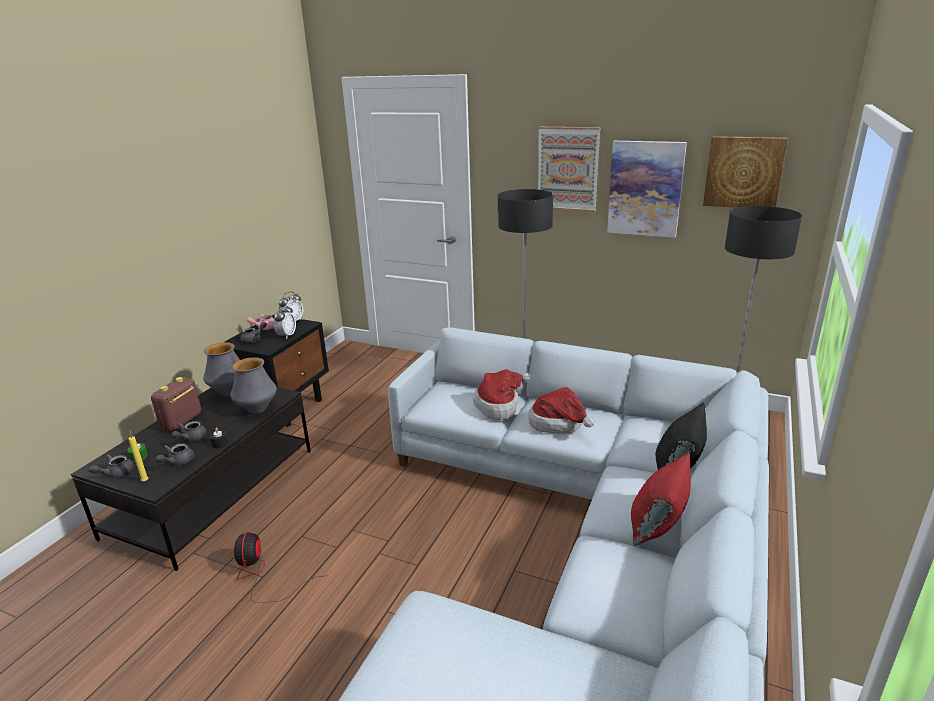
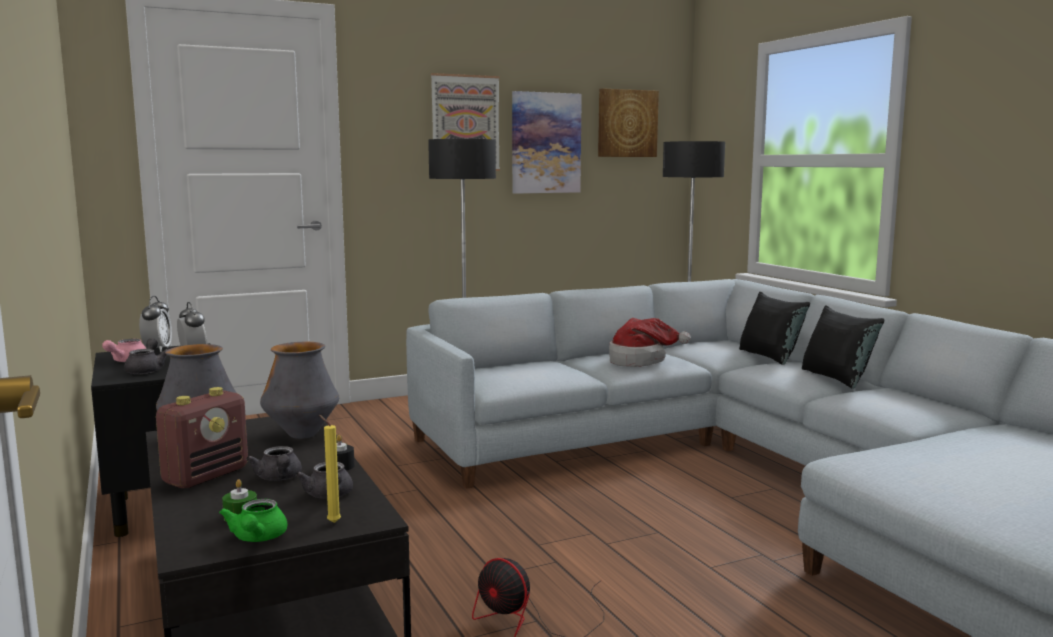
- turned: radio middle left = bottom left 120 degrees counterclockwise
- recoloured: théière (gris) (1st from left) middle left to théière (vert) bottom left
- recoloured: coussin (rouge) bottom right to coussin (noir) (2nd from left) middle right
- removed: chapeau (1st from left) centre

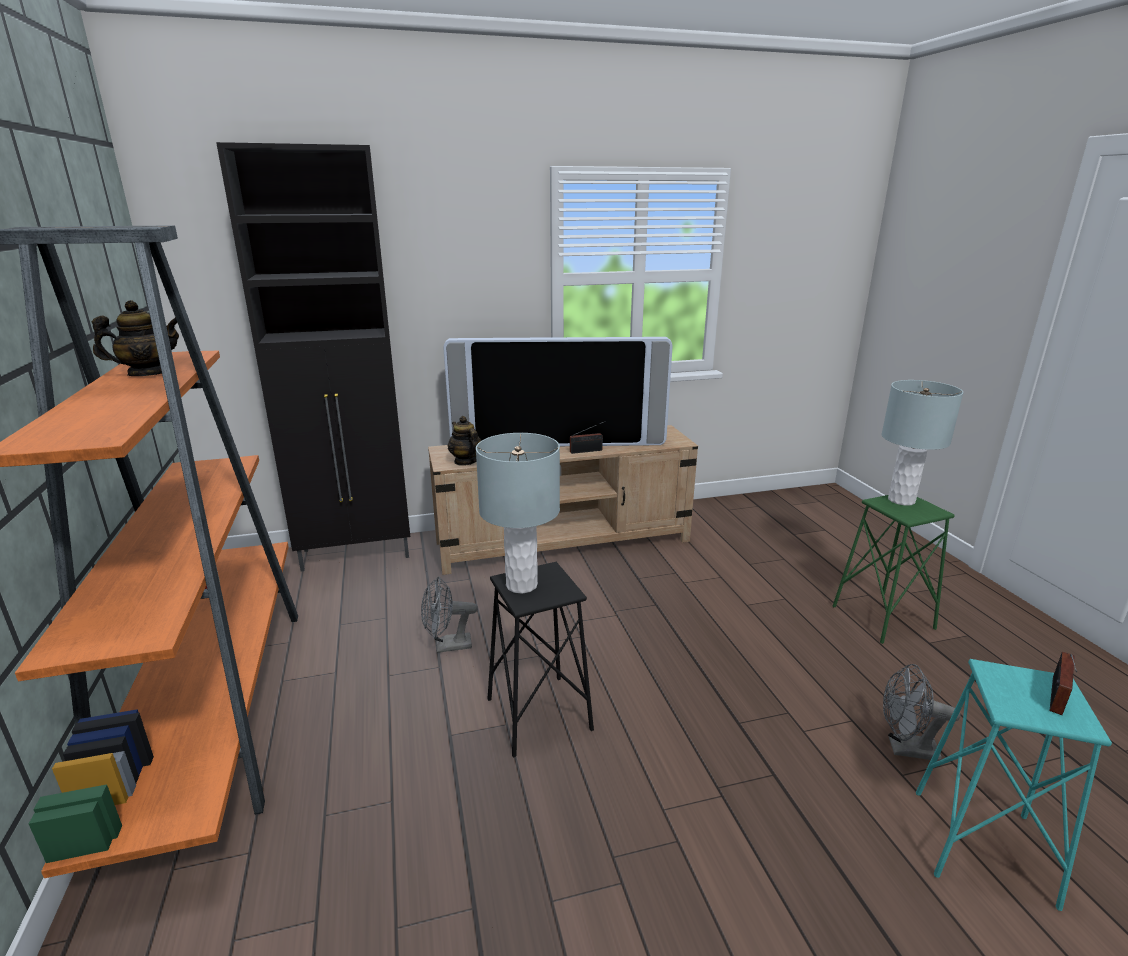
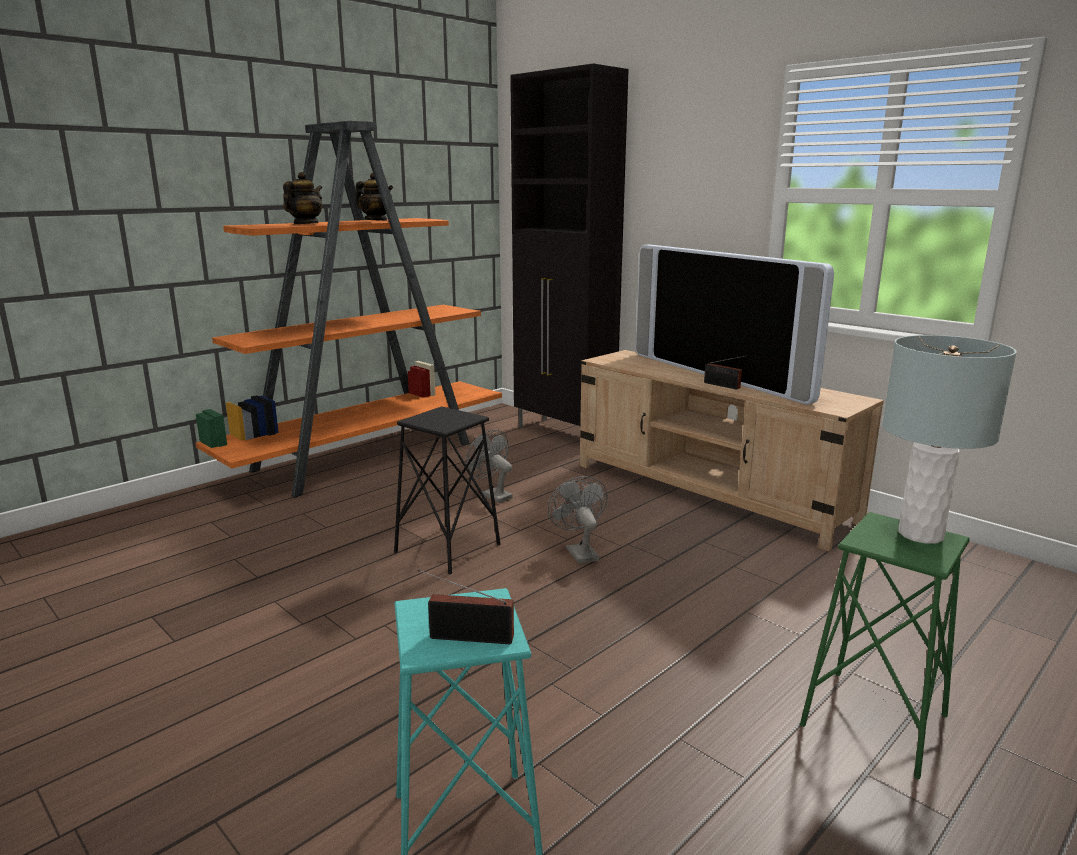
- moved: théière (2nd from left in the first image) centre to théière (1st from left) top left
- moved: ventilateur (gris) (2nd from left) bottom right to centre
- removed: lampe de table (gris) (1st from left) centre

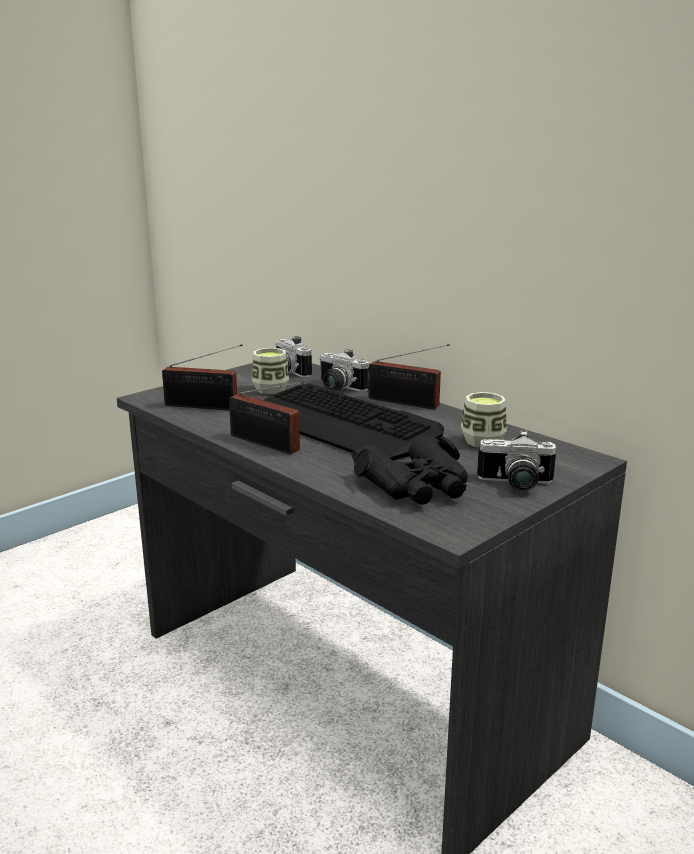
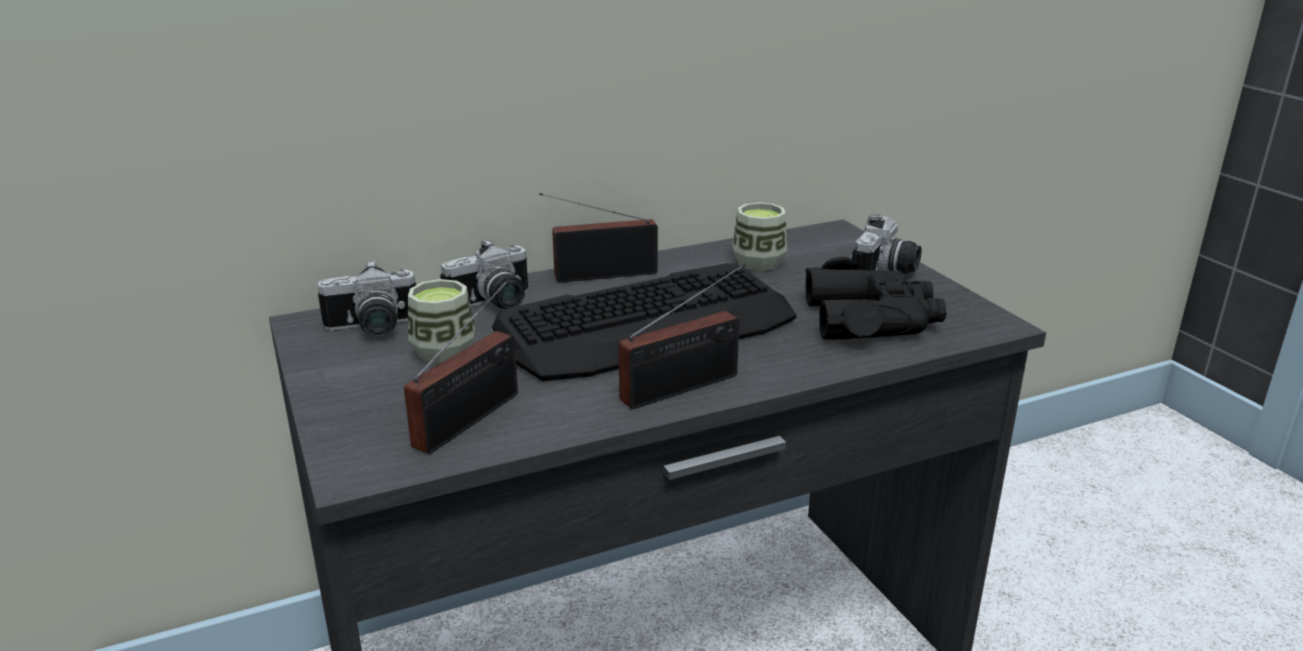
- turned: radio (3rd from left in the first image) centre = centre 150 degrees counterclockwise

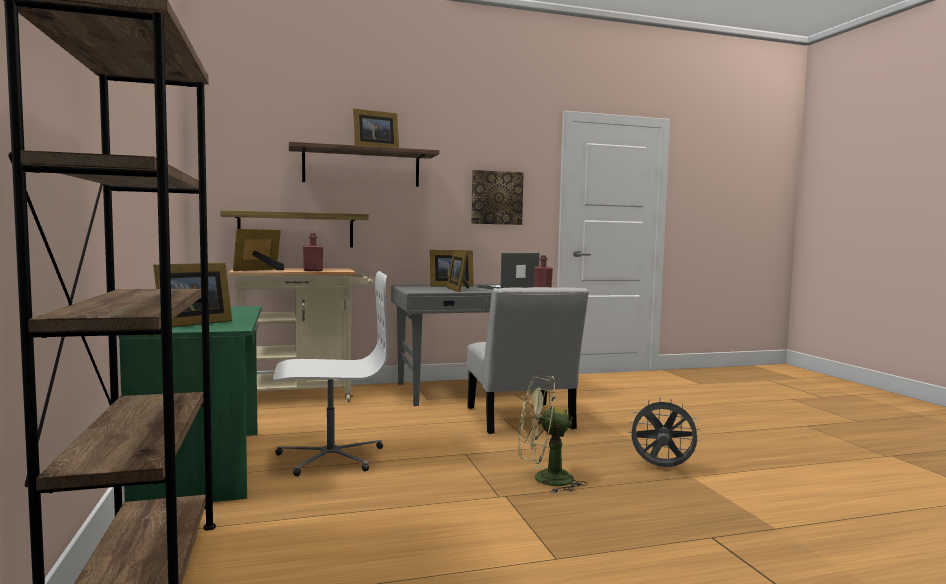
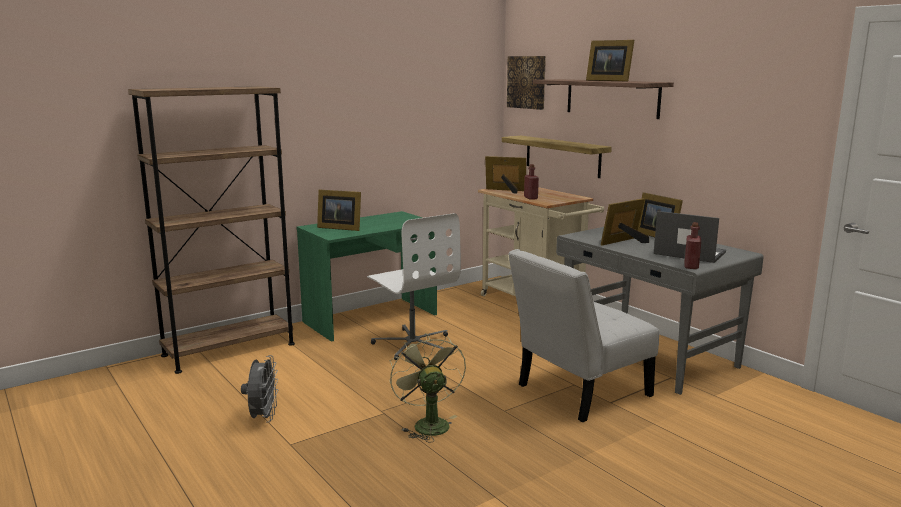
- moved: ventilateur (gris) bottom right to bottom left
- moved: tableau centre to top centre

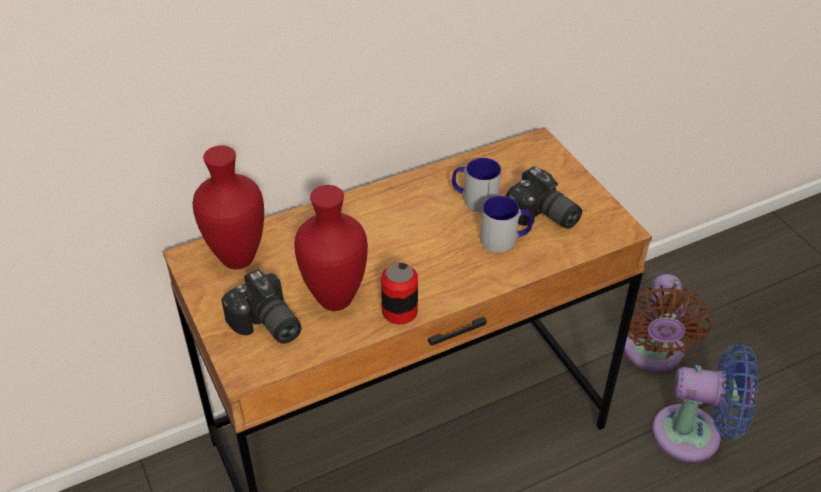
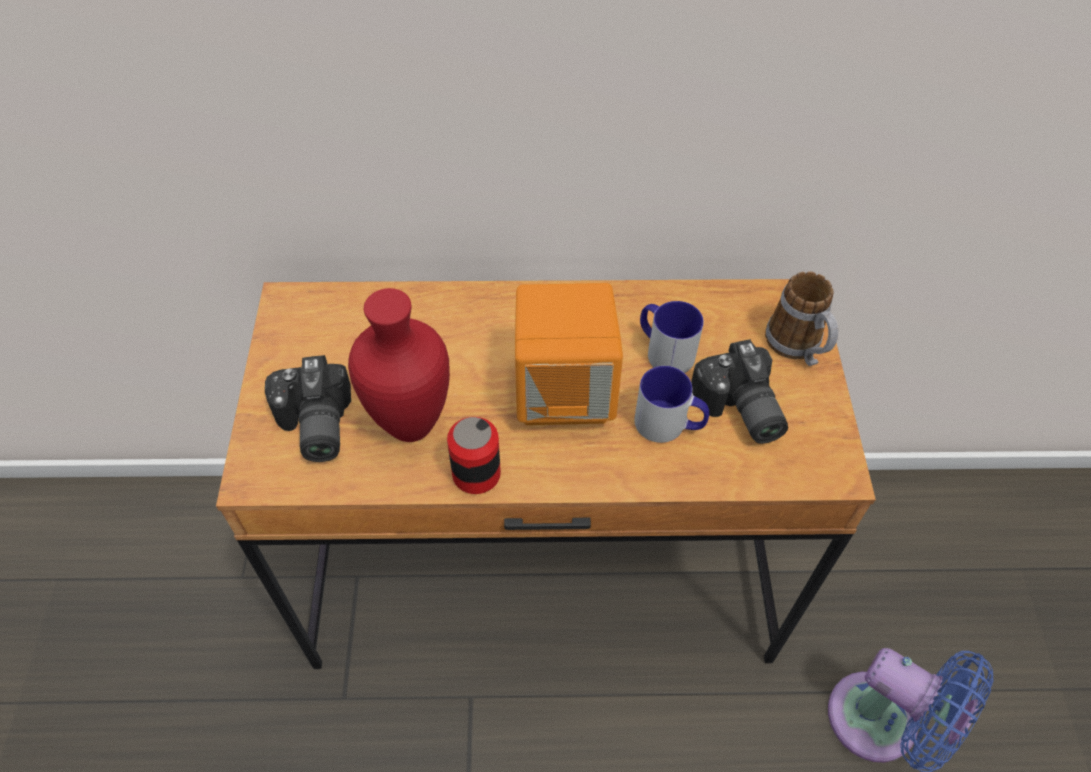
- added: enceinte (orange) centre
- added: mug (3rd from left) middle right
- removed: vase (rouge) (1st from left) middle left
- removed: ventilateur (marron) middle right

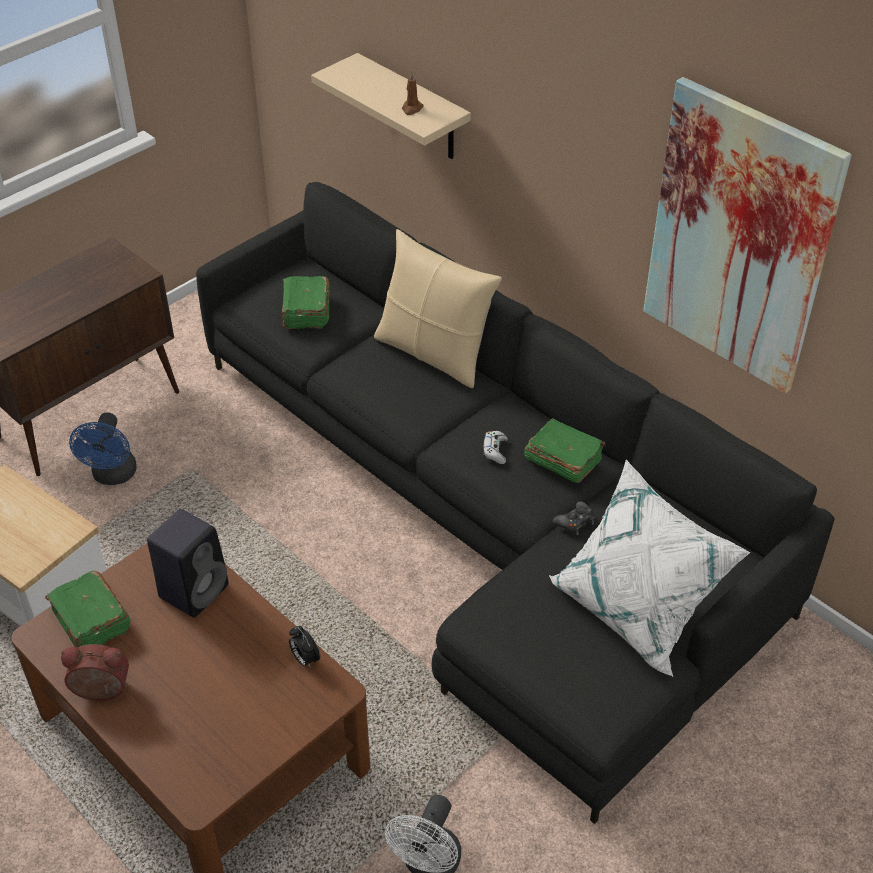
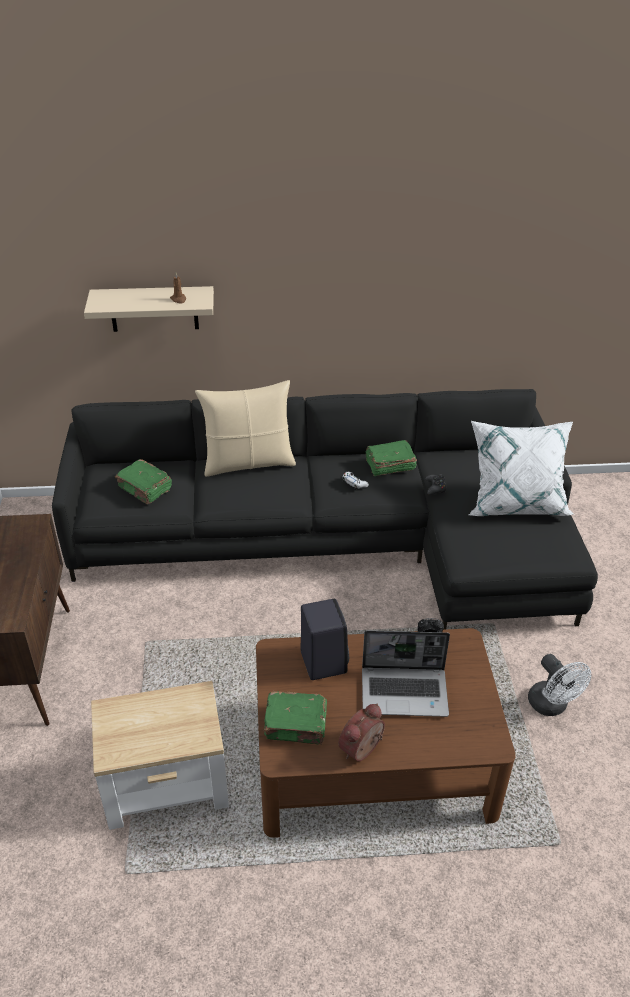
- added: ordinateur portable bottom centre
- removed: ventilateur (bleu) middle left
- removed: tableau top right

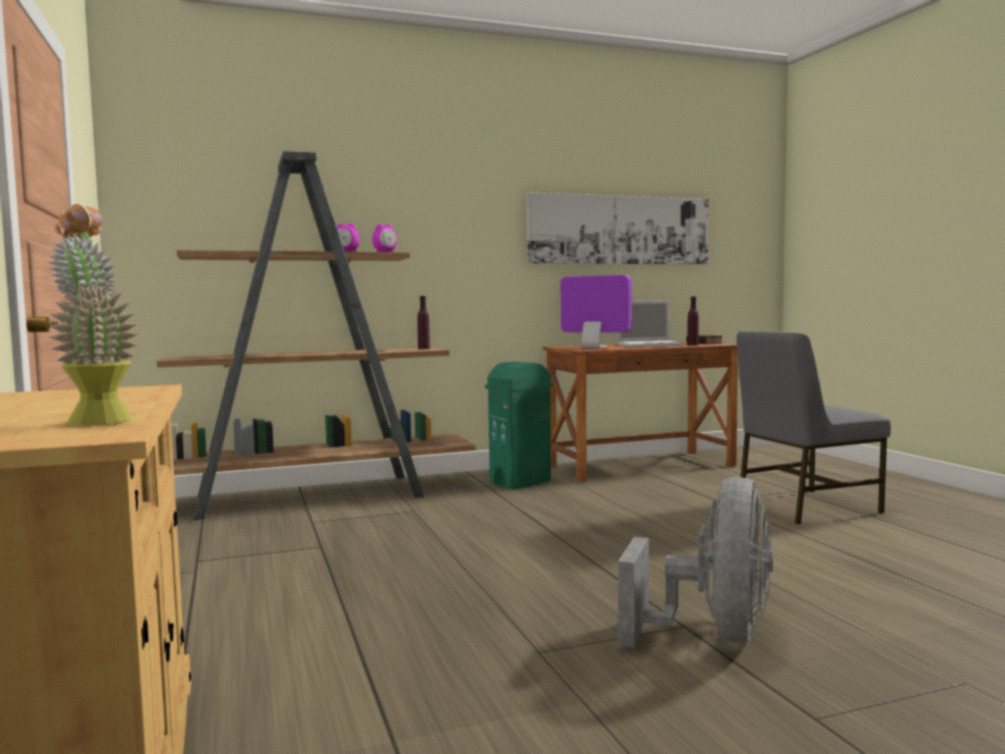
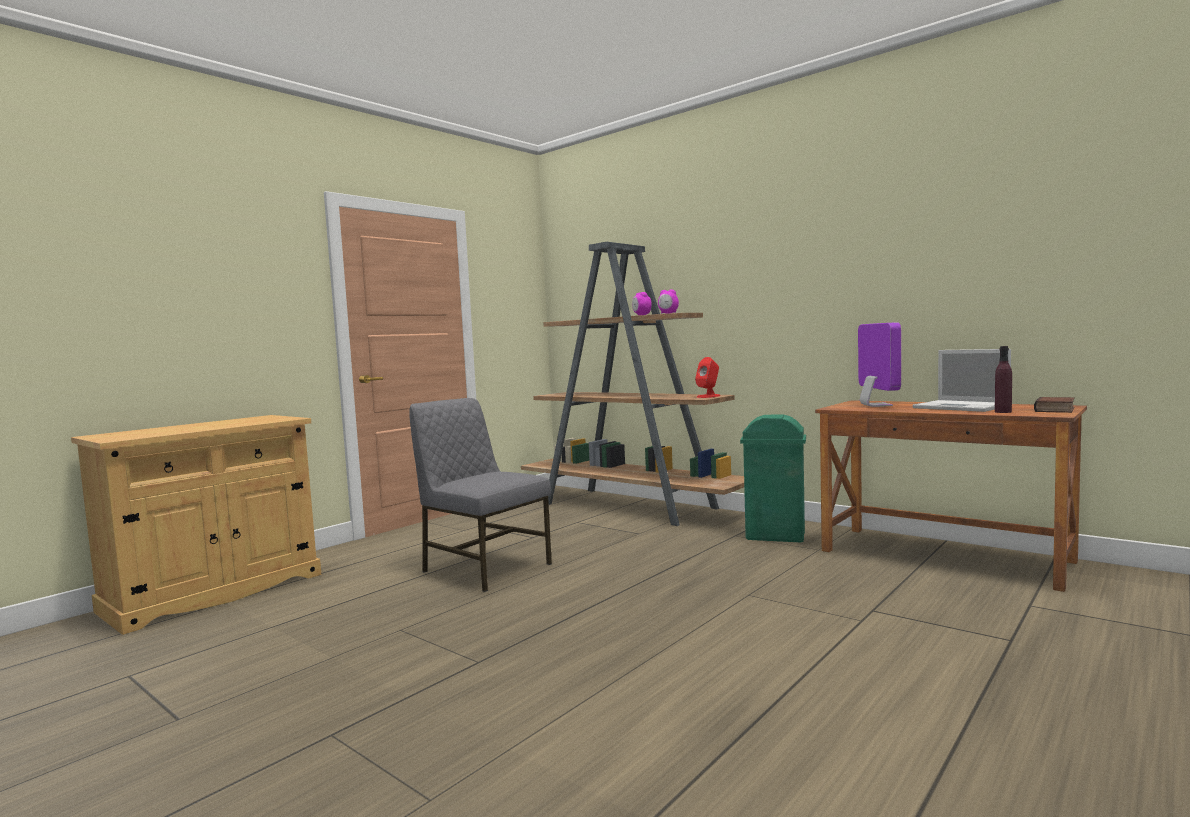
- moved: chaise (gris) middle right to centre
- replaced: bouteille (violet) (1st from left) centre to enceinte (rouge) centre
- removed: plante en pot middle left
- removed: tableau top centre
- removed: ventilateur (gris) bottom right

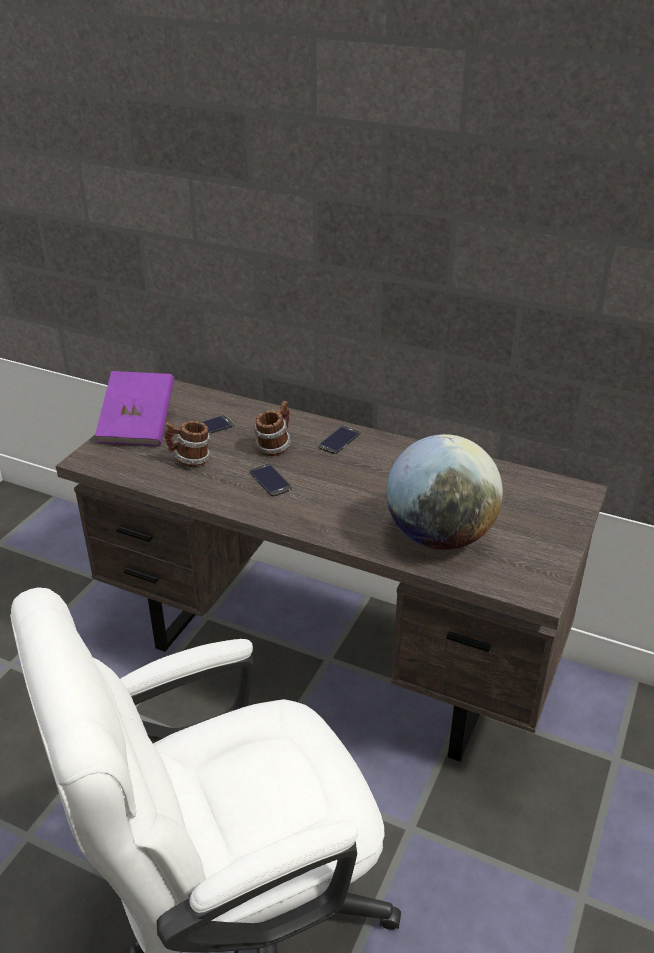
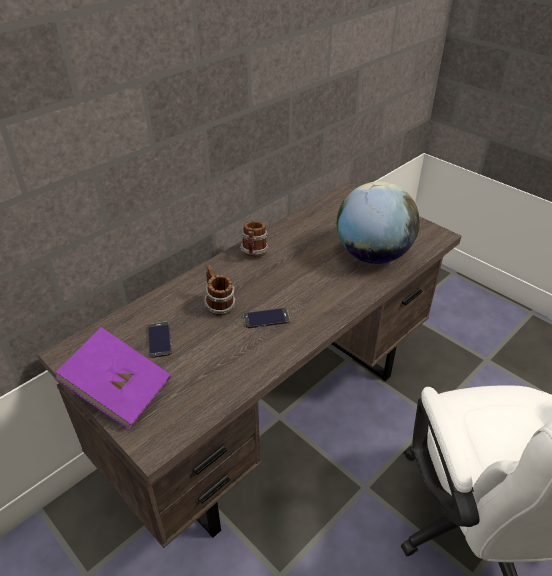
- moved: mug (1st from left in the first image) middle left to mug (2nd from left) centre
- removed: téléphone (3rd from left) centre

